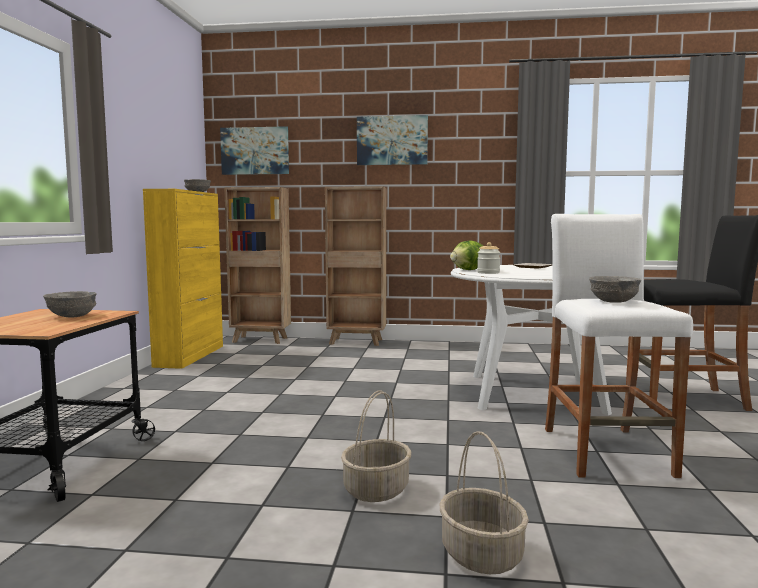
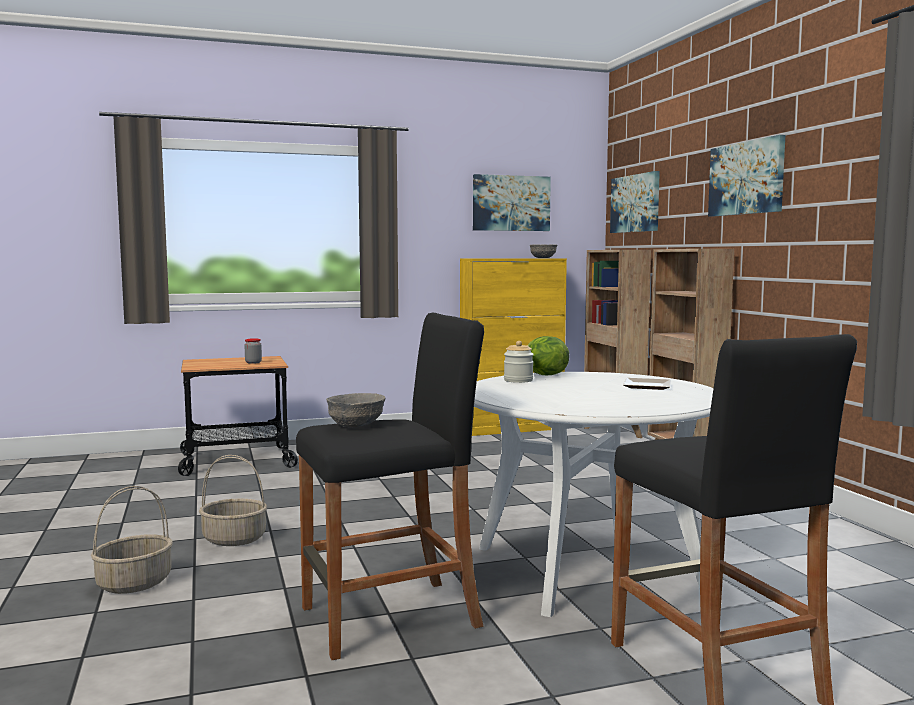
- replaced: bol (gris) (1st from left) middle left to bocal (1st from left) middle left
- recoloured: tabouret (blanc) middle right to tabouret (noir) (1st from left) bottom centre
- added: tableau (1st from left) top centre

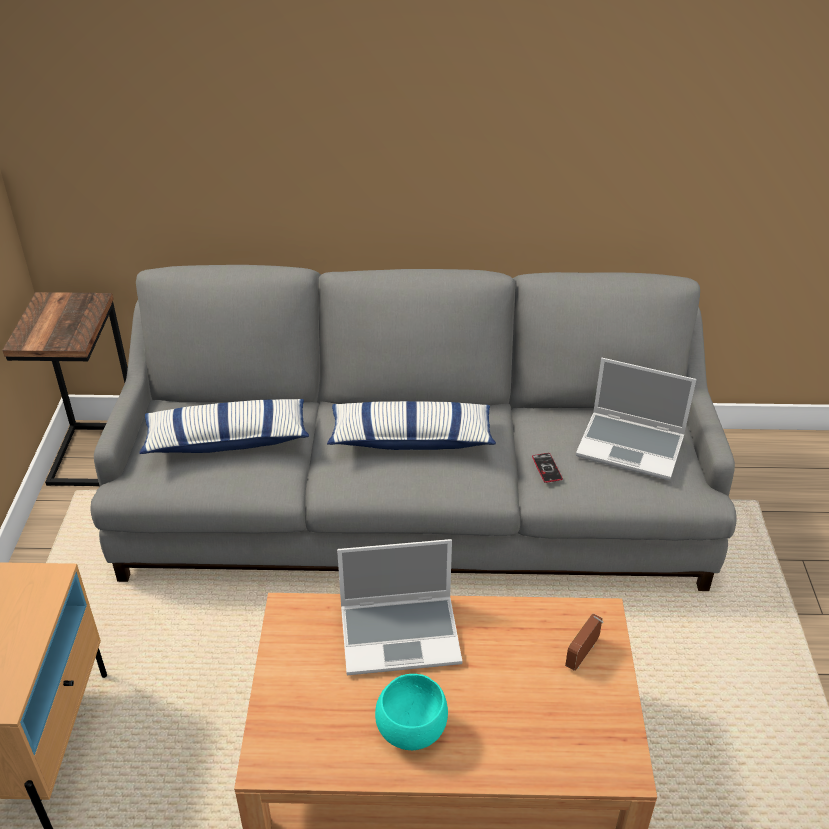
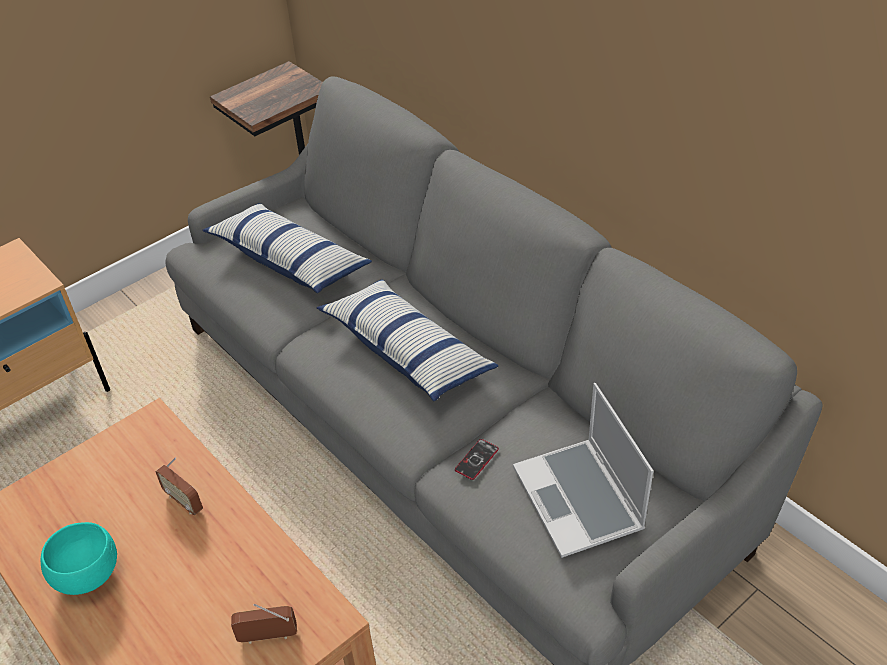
- replaced: ordinateur portable (1st from left) bottom centre to radio (1st from left) bottom left

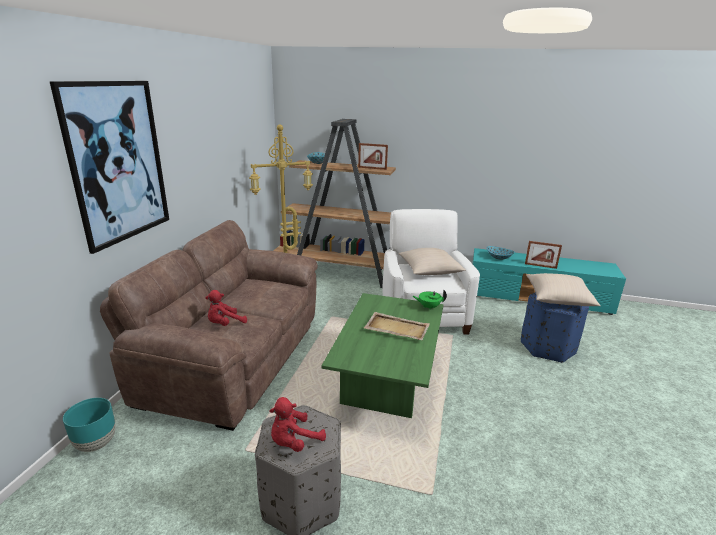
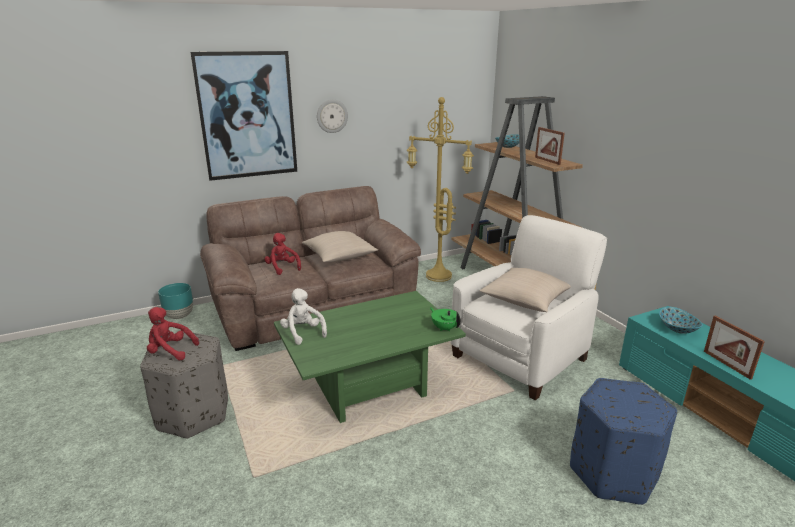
- turned: peluche (rouge) (1st from left in the first image) middle left = centre 45 degrees clockwise
- added: peluche (blanc) centre
- moved: coussin (beige) (2nd from left in the first image) middle right to coussin (beige) (1st from left) centre
- added: horloge murale top centre
- removed: plateau (beige) centre

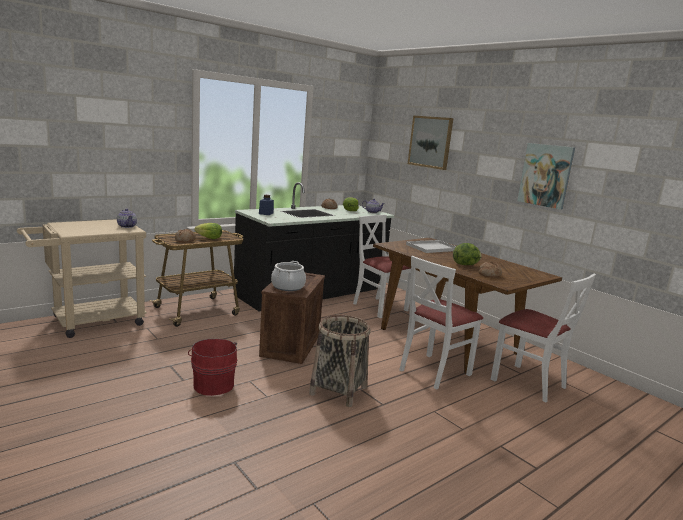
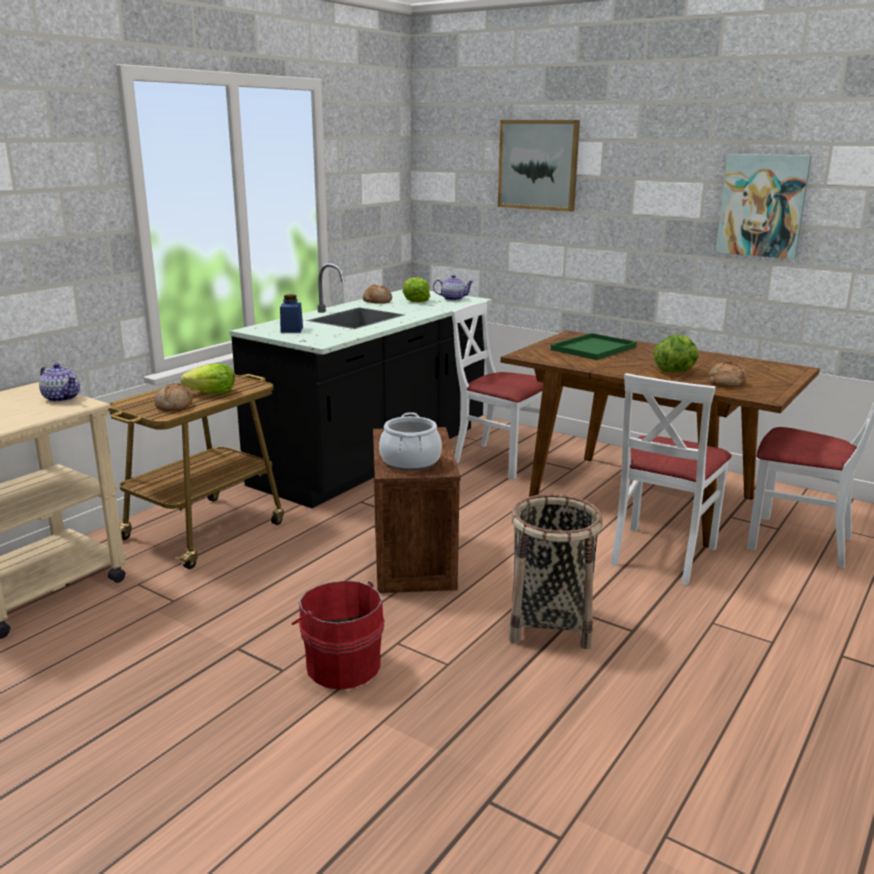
- recoloured: plateau (blanc) centre to plateau (vert) middle right

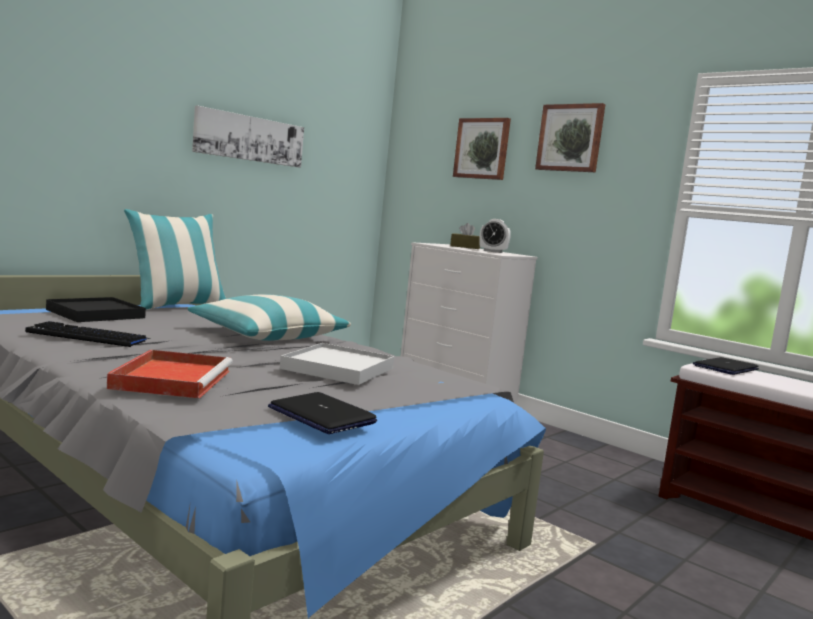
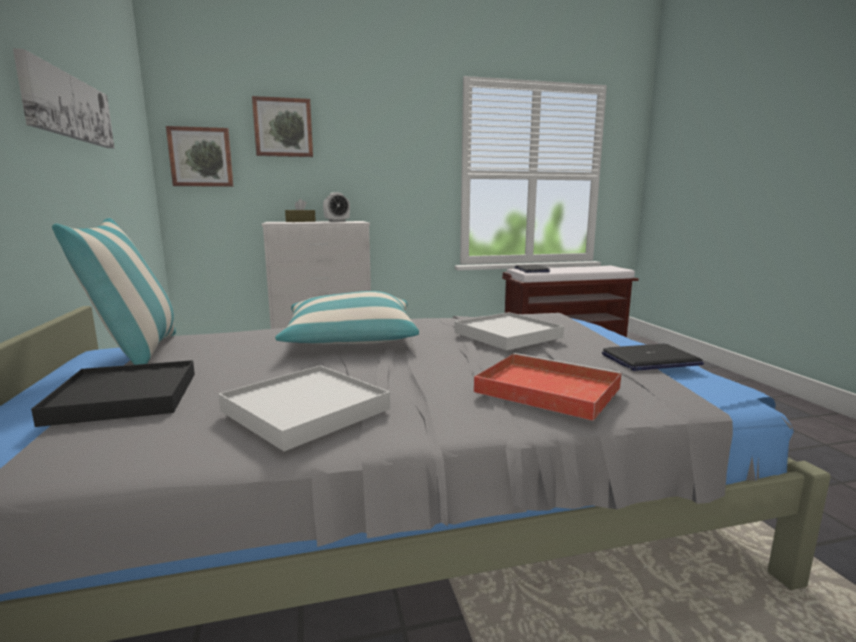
- moved: tableau (3rd from left in the first image) top right to tableau (2nd from left) top left
- replaced: clavier middle left to plateau (blanc) (1st from left) centre

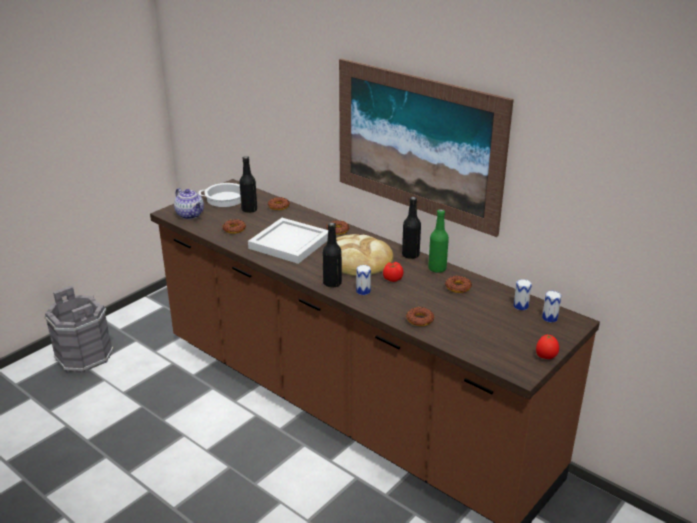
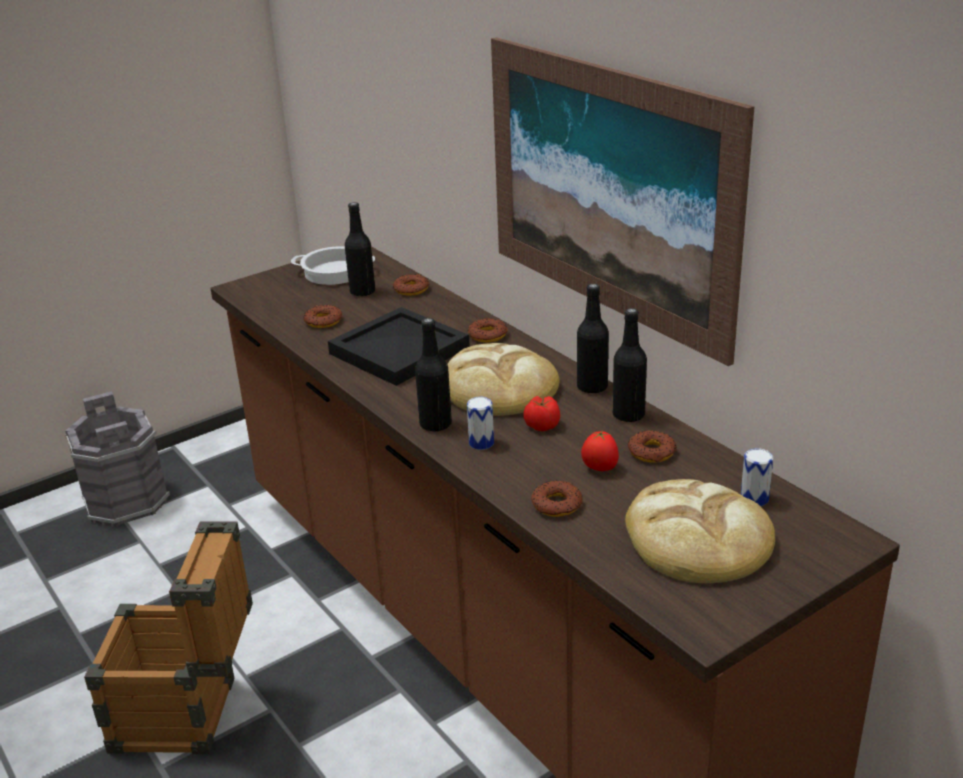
- added: caisse bottom left
- recoloured: plateau (blanc) centre to plateau (noir) centre
- moved: tomate (2nd from left) middle right to centre
- recoloured: bouteille (vert) centre to bouteille (noir) (4th from left) centre
- added: pain (2nd from left) bottom right
- removed: théière middle left
- removed: boîte métallique (3rd from left) middle right

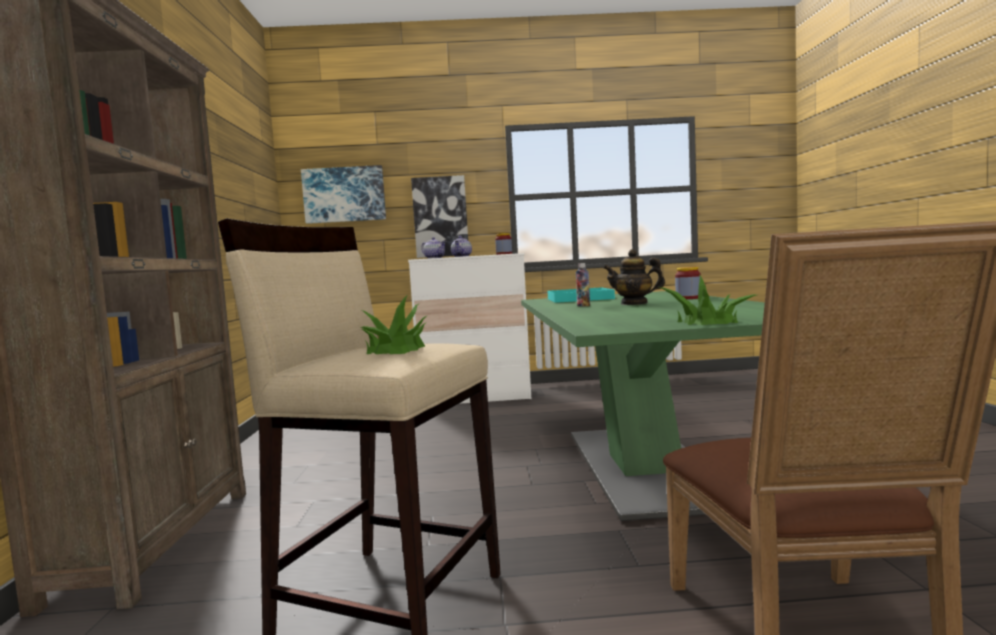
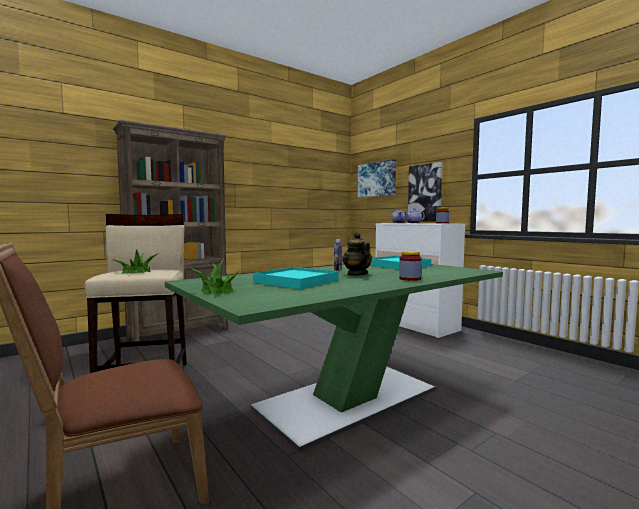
- added: plateau (turquoise) (1st from left) centre

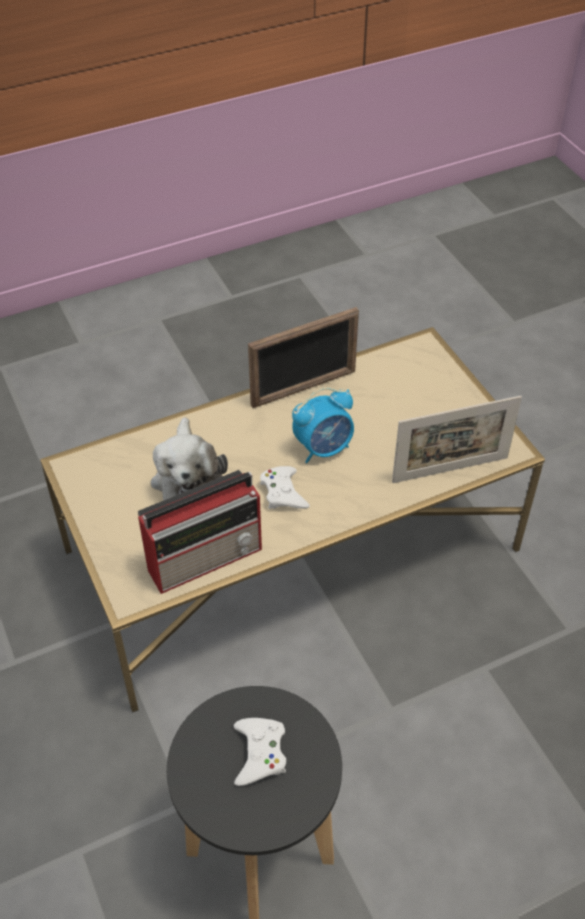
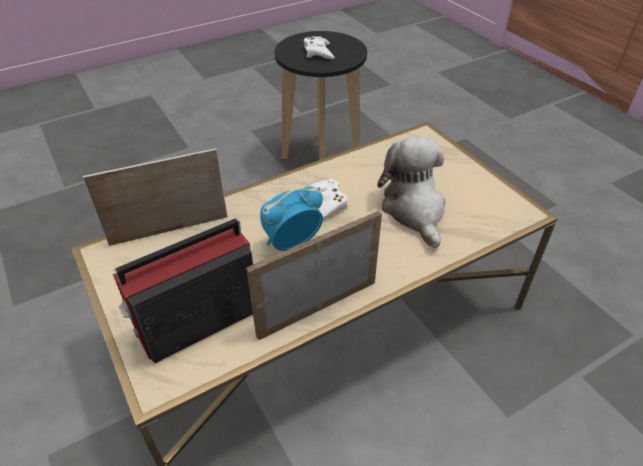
- moved: radio centre to middle left

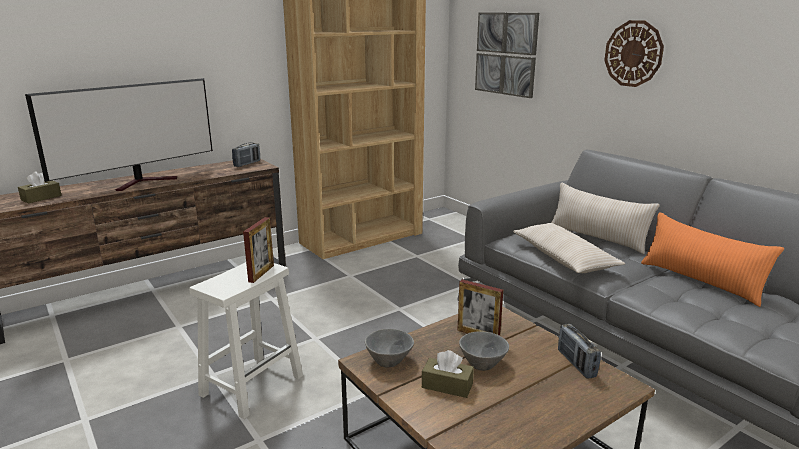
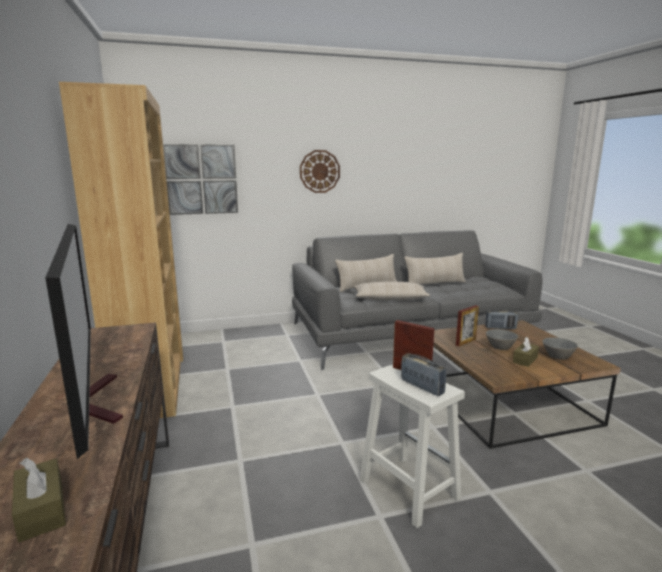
- moved: radio (1st from left) middle left to centre
- recoloured: coussin (orange) middle right to coussin (beige) (3rd from left) centre
- moved: bol (gris) (1st from left in the first image) bottom centre to bol (gris) (2nd from left) middle right

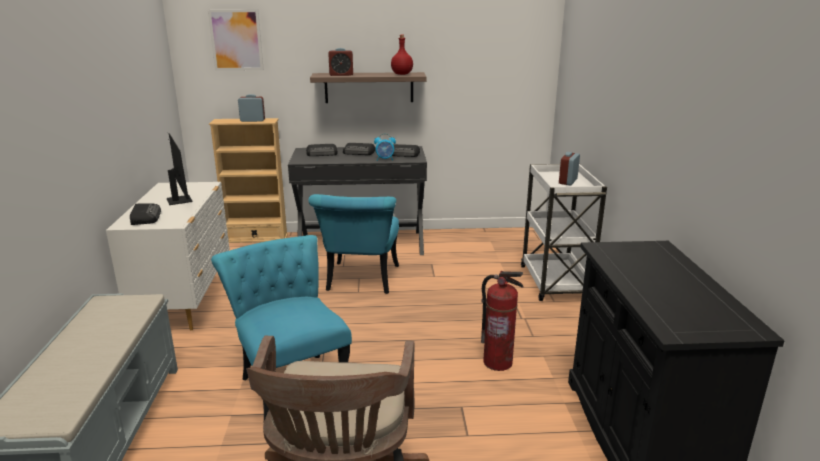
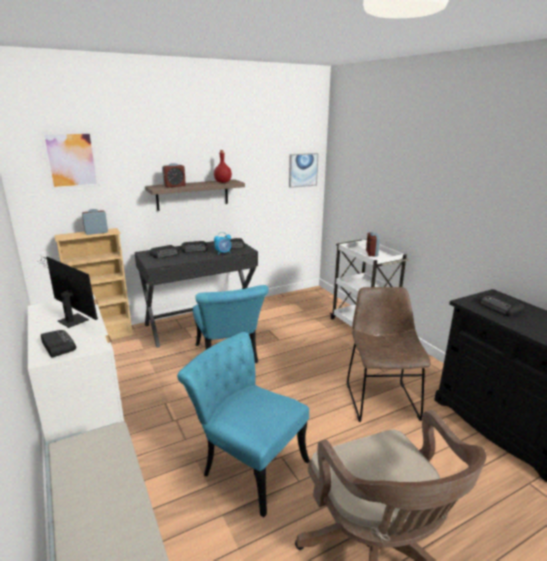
- added: tableau (2nd from left) top centre
- replaced: extincteur bottom centre to chaise (marron) middle right
- added: radio (5th from left) middle right

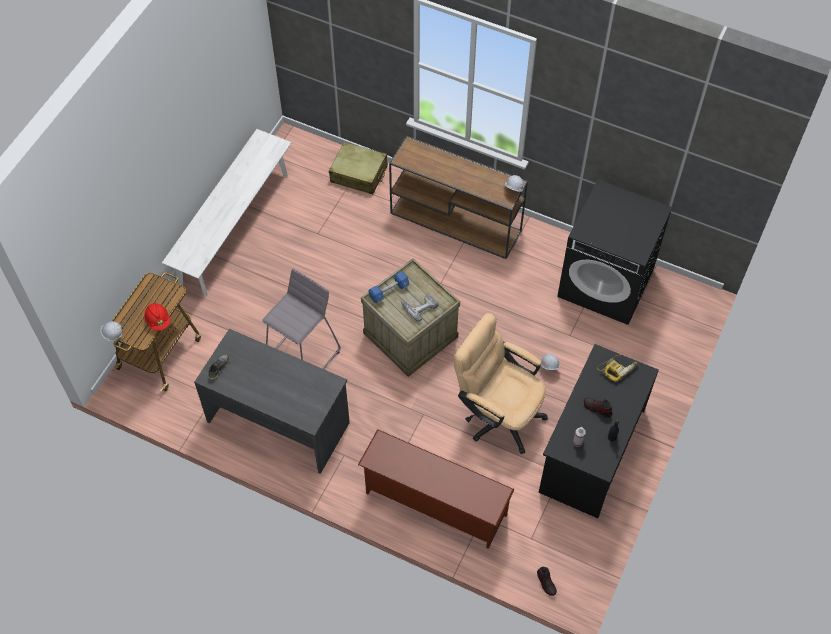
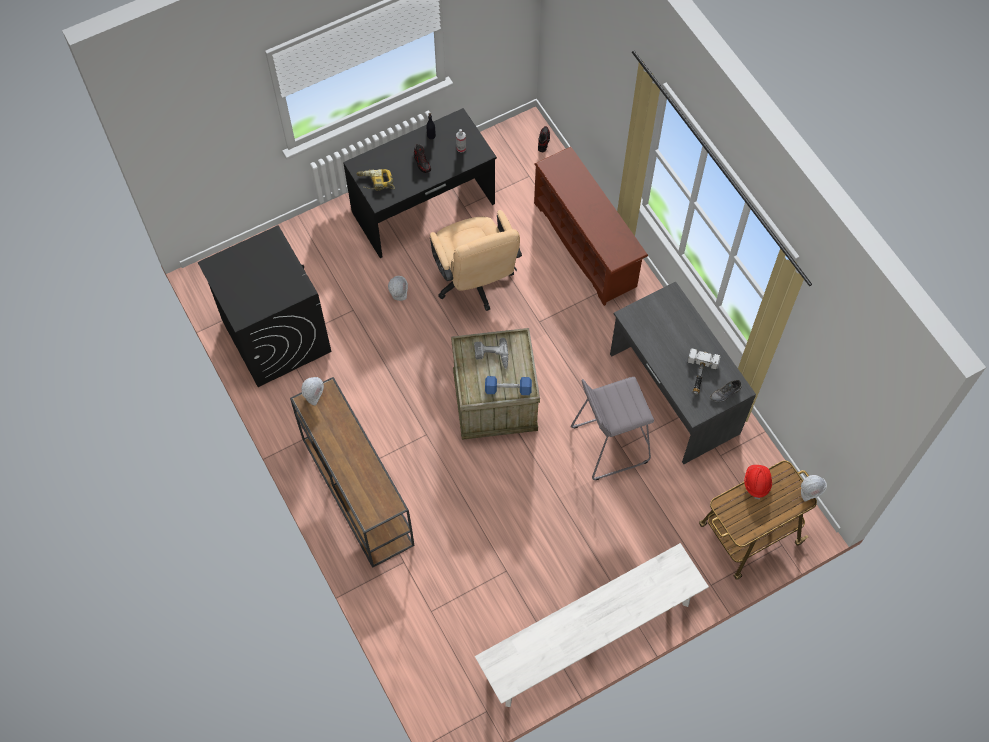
- added: marteau middle right
- removed: valise (beige) top centre

